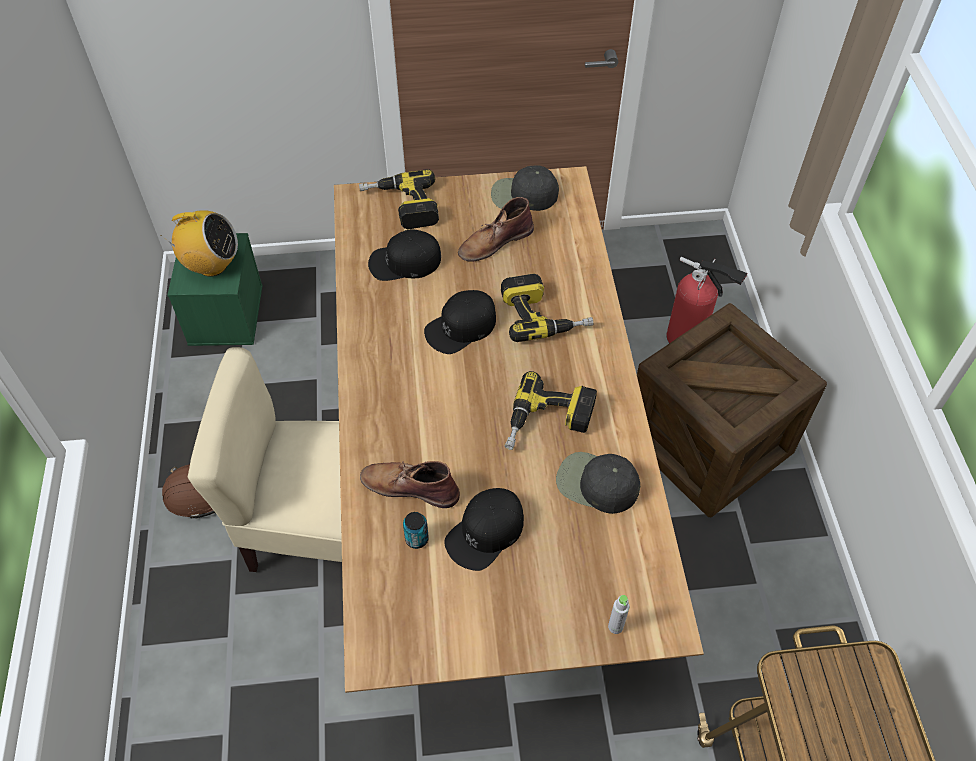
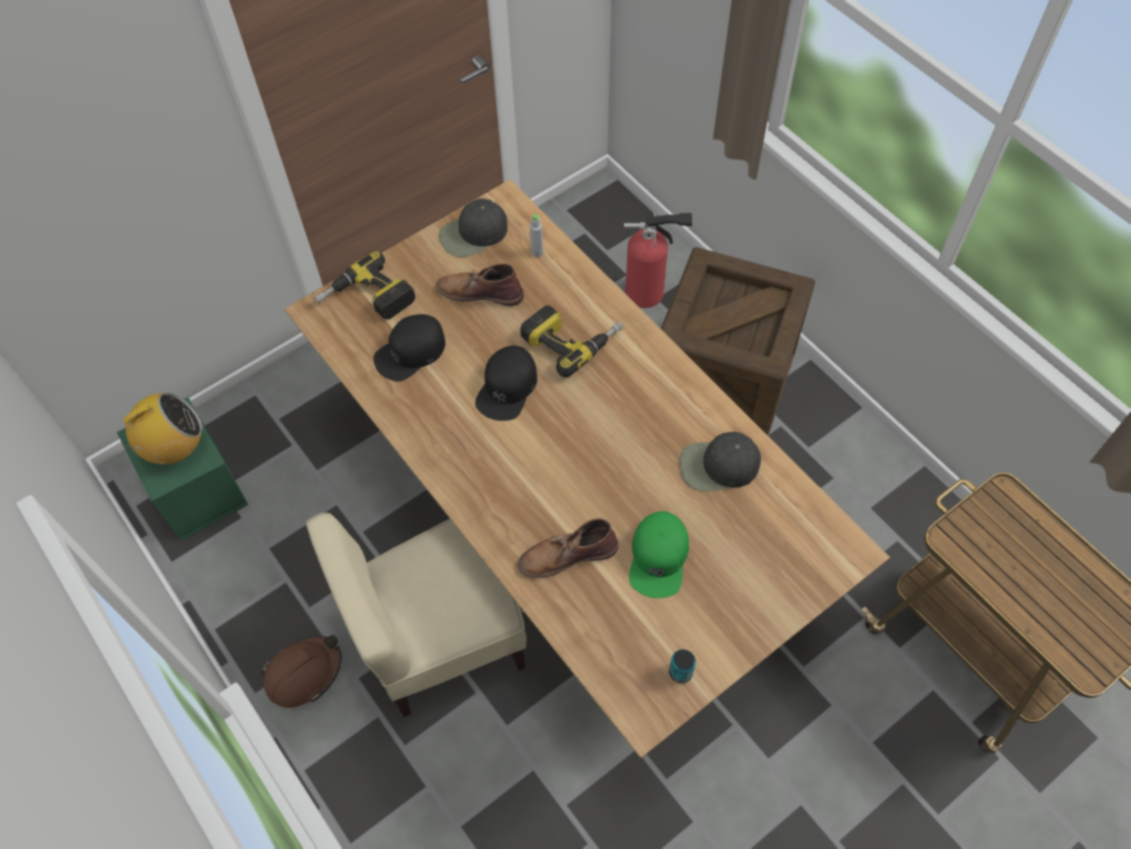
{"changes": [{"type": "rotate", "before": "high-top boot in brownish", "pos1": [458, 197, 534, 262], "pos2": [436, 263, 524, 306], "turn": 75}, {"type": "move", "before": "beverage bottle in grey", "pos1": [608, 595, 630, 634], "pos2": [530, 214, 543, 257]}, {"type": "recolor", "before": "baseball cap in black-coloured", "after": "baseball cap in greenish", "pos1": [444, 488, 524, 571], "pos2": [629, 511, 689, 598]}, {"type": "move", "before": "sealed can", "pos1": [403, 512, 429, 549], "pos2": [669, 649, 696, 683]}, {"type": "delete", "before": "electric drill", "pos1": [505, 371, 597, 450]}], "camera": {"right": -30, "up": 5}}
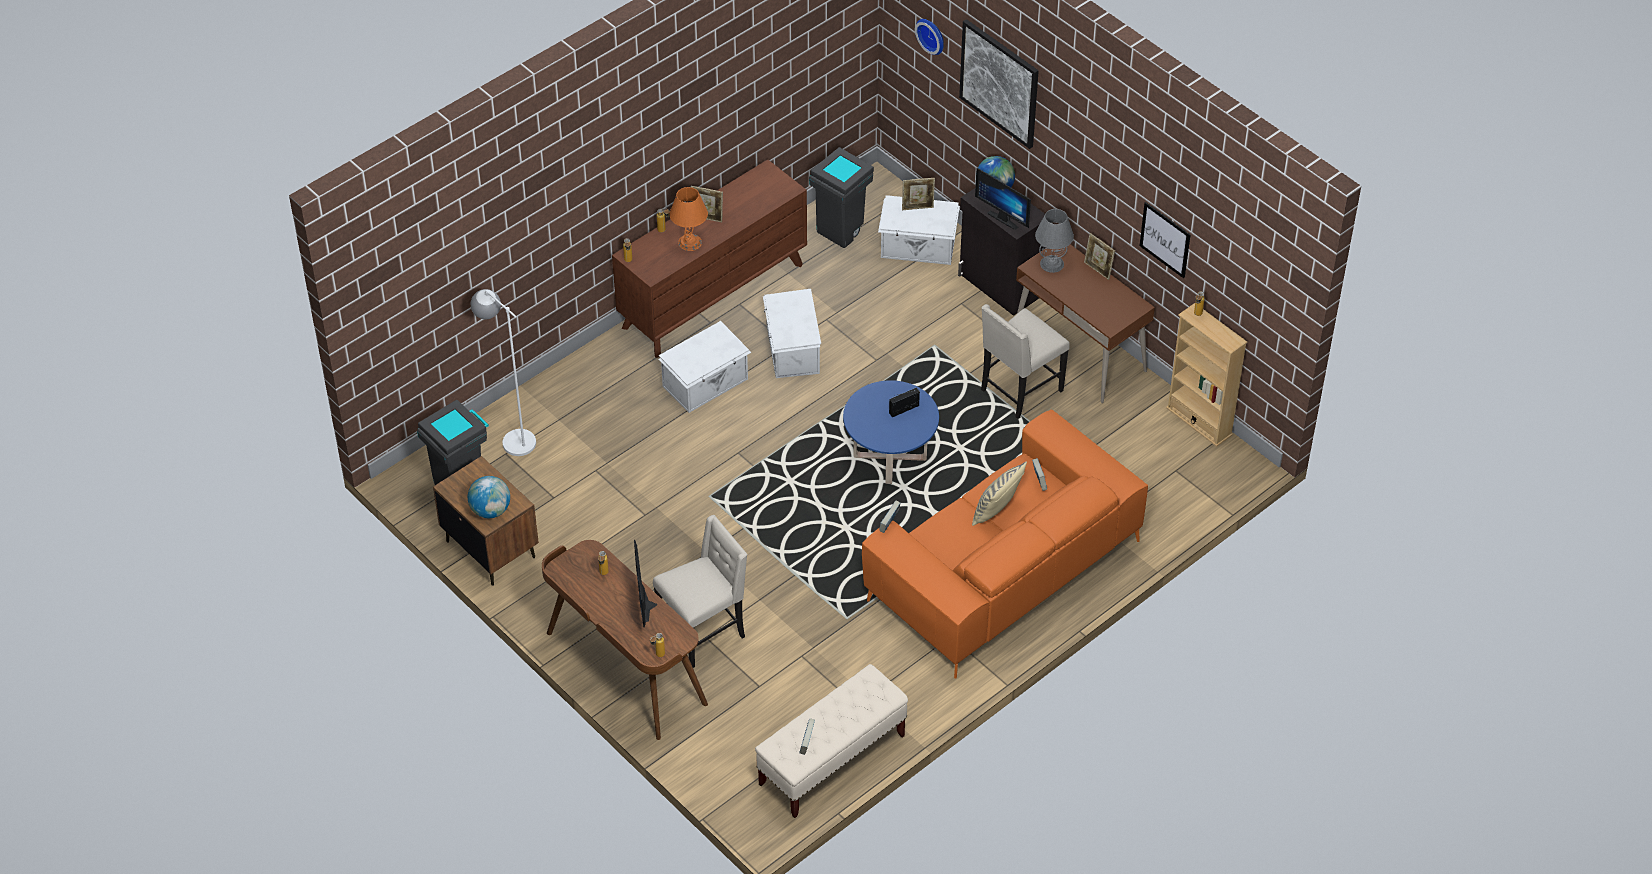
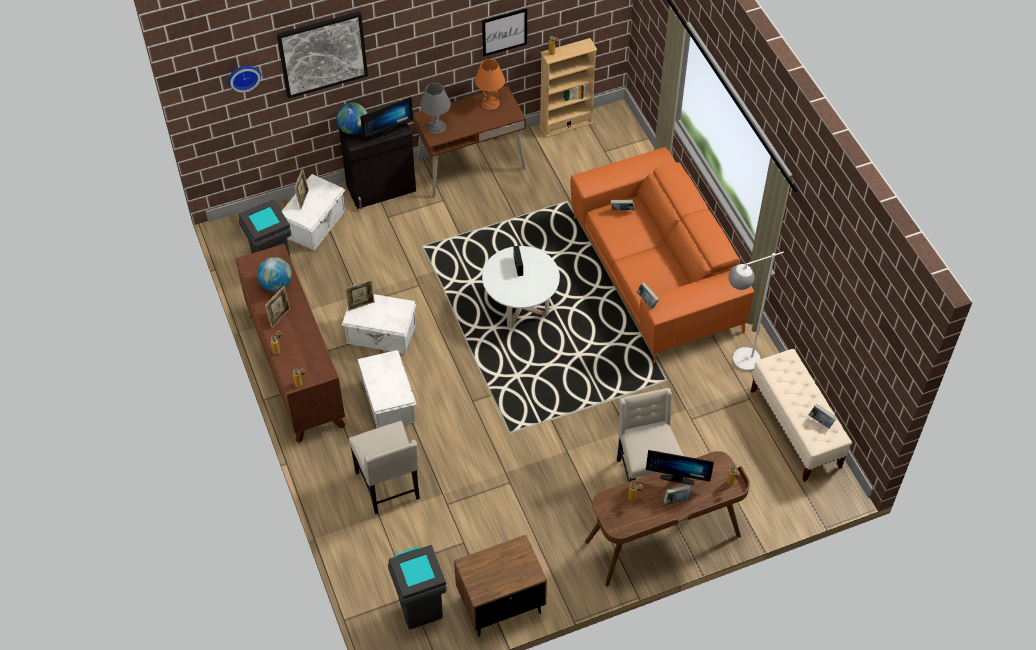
{"changes": [{"type": "move", "before": "desk globe", "pos1": [468, 476, 510, 518], "pos2": [257, 257, 292, 292]}, {"type": "move", "before": "photo frame", "pos1": [1084, 233, 1115, 280], "pos2": [345, 279, 375, 311]}, {"type": "move", "before": "upright chair in sand-coloured", "pos1": [981, 304, 1070, 419], "pos2": [349, 421, 420, 514]}, {"type": "move", "before": "tabletop lamp in orangey", "pos1": [670, 187, 708, 251], "pos2": [475, 59, 505, 110]}, {"type": "recolor", "before": "lounge table in blue", "after": "lounge table in white", "pos1": [843, 380, 939, 484], "pos2": [482, 246, 560, 328]}, {"type": "insert", "after": "volume", "pos2": [664, 485, 692, 505]}, {"type": "move", "before": "floor lamp in white", "pos1": [471, 289, 536, 456], "pos2": [728, 252, 784, 371]}, {"type": "delete", "before": "pillow in sand-coloured", "pos1": [972, 462, 1027, 526]}], "camera": {"right": -70, "up": 5}}
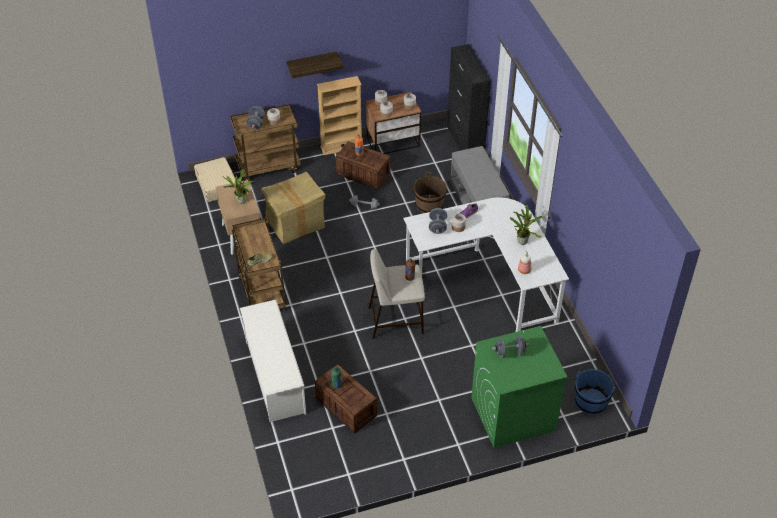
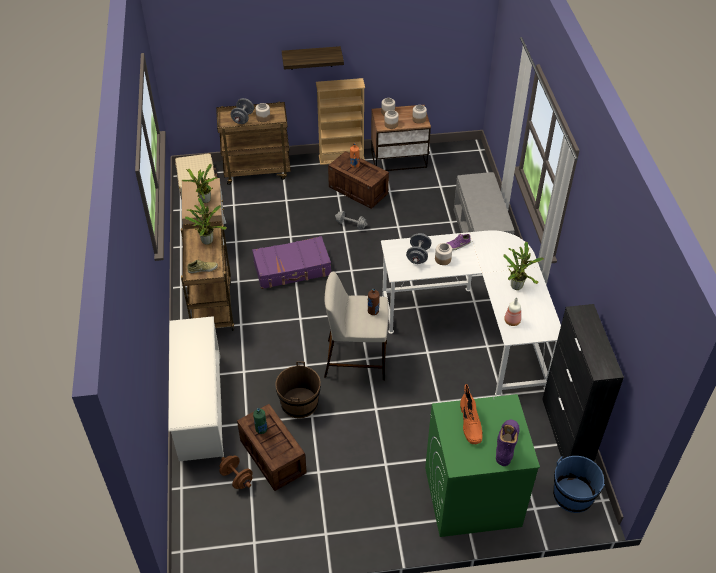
{"changes": [{"type": "insert", "after": "potted plant", "pos2": [185, 197, 227, 245]}, {"type": "insert", "after": "free weight in brownish", "pos2": [219, 456, 253, 489]}, {"type": "insert", "after": "travel case in purple-coloured", "pos2": [252, 236, 331, 289]}, {"type": "move", "before": "bucket in brownish", "pos1": [414, 172, 447, 213], "pos2": [275, 361, 321, 418]}, {"type": "replace", "before": "free weight in grey", "after": "high-top boot in orangey", "pos1": [492, 335, 529, 358], "pos2": [460, 384, 483, 444]}, {"type": "insert", "after": "high-top boot in purple-coloured", "pos2": [496, 419, 520, 466]}, {"type": "move", "before": "cupboard in black-coloured", "pos1": [447, 44, 491, 151], "pos2": [542, 304, 624, 462]}, {"type": "delete", "before": "cardboard box", "pos1": [262, 172, 326, 244]}], "camera": {"right": 10, "up": 0}}
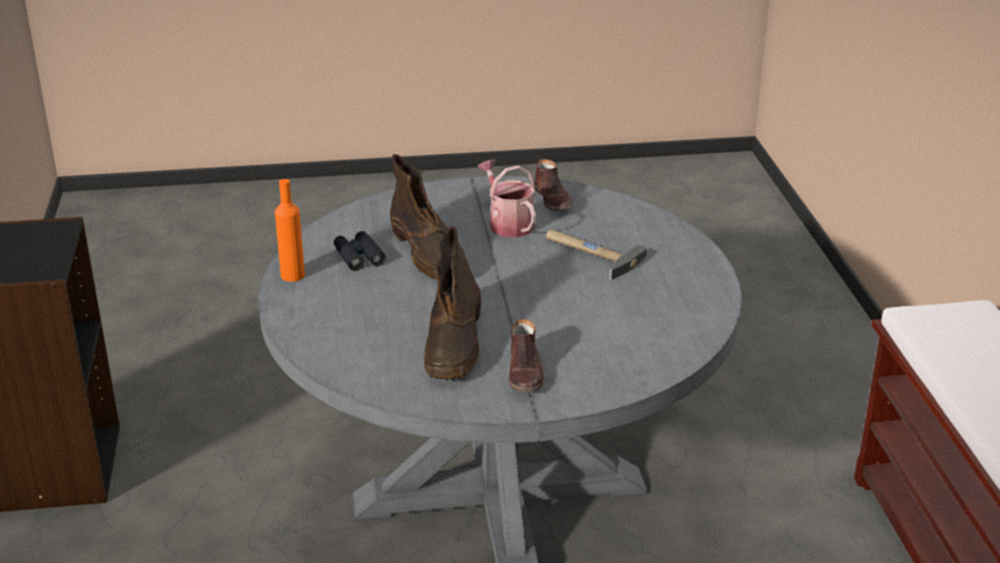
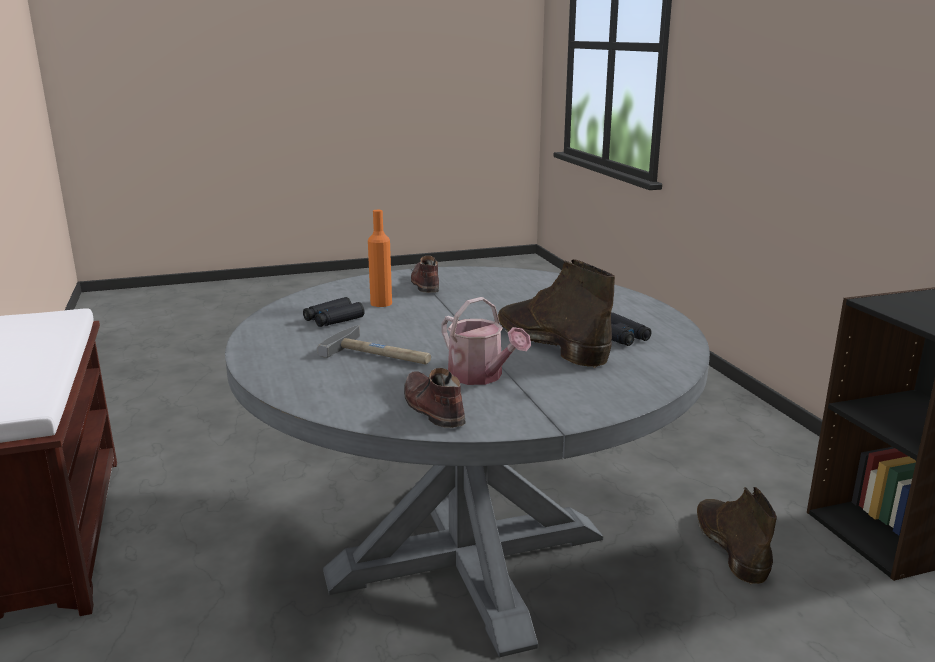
{"changes": [{"type": "insert", "after": "pair of binoculars in black-coloured", "pos2": [303, 297, 365, 327]}, {"type": "move", "before": "beverage bottle in orangey", "pos1": [275, 179, 305, 282], "pos2": [368, 210, 392, 307]}, {"type": "move", "before": "high-top boot in brownish", "pos1": [424, 226, 481, 380], "pos2": [697, 487, 777, 584]}], "camera": {"right": 170, "up": -10}}
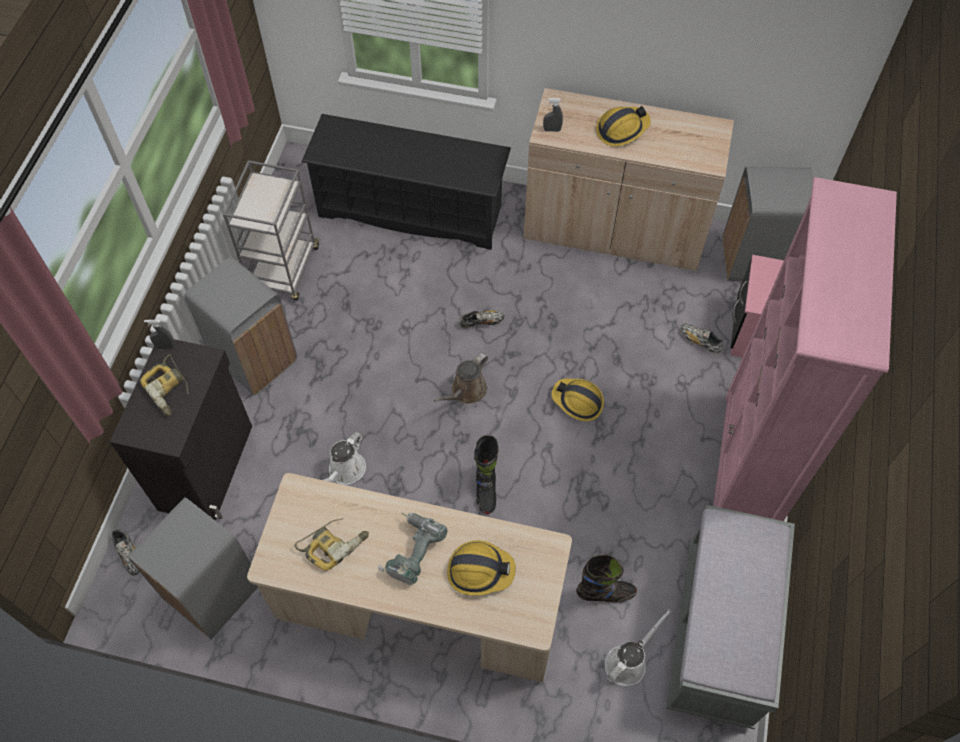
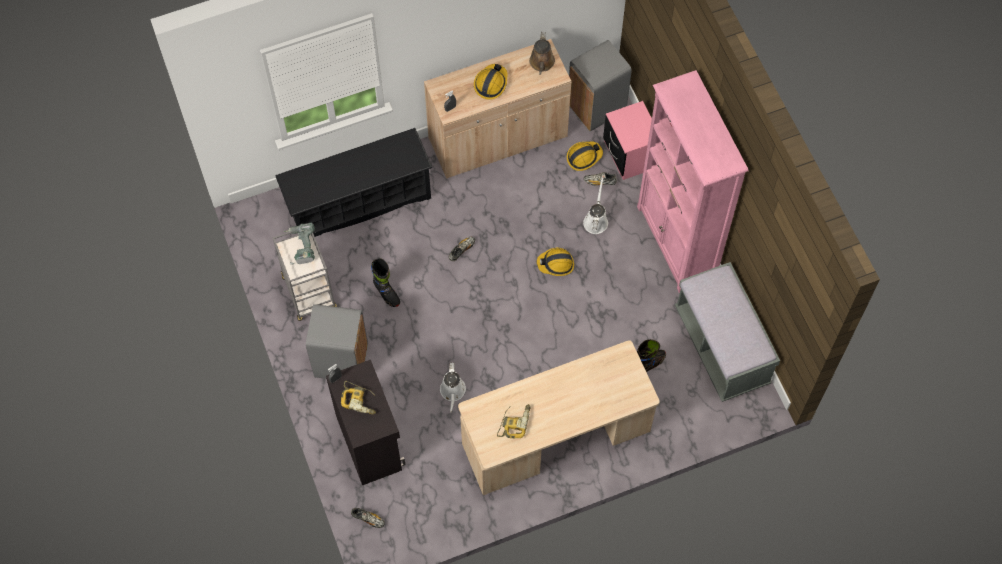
{"changes": [{"type": "move", "before": "electric drill", "pos1": [379, 512, 447, 585], "pos2": [283, 223, 315, 265]}, {"type": "move", "before": "high-top boot in black-coloured", "pos1": [474, 435, 498, 514], "pos2": [371, 258, 400, 307]}, {"type": "move", "before": "sprinkling can in brownish", "pos1": [434, 353, 488, 404], "pos2": [529, 32, 555, 75]}, {"type": "move", "before": "safety helmet", "pos1": [447, 540, 516, 596], "pos2": [567, 141, 603, 171]}, {"type": "move", "before": "sprinkling can in white", "pos1": [605, 609, 671, 686], "pos2": [583, 177, 608, 234]}, {"type": "delete", "before": "waste bin in grey", "pos1": [127, 497, 258, 640]}], "camera": {"right": -35, "up": 5}}
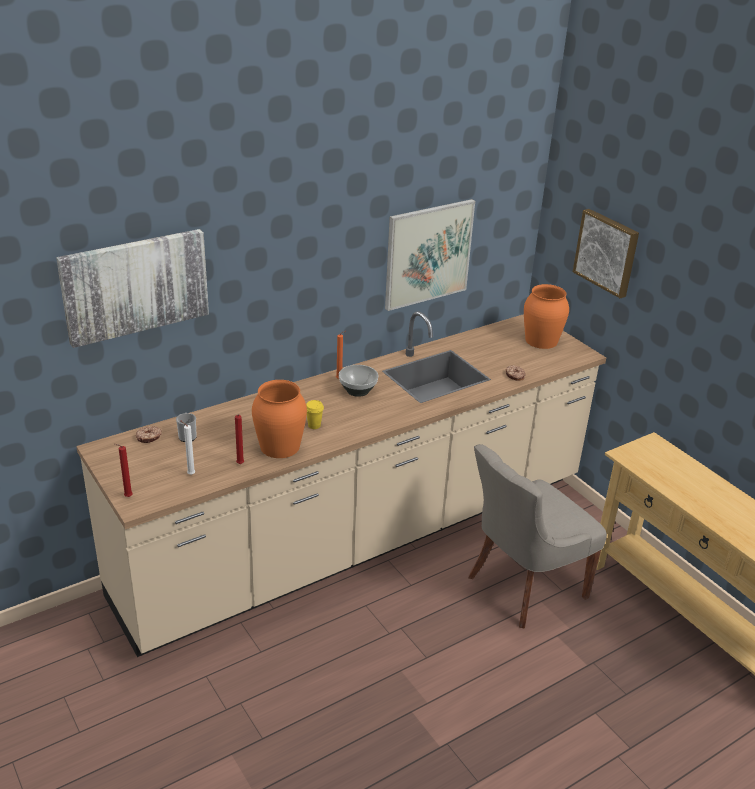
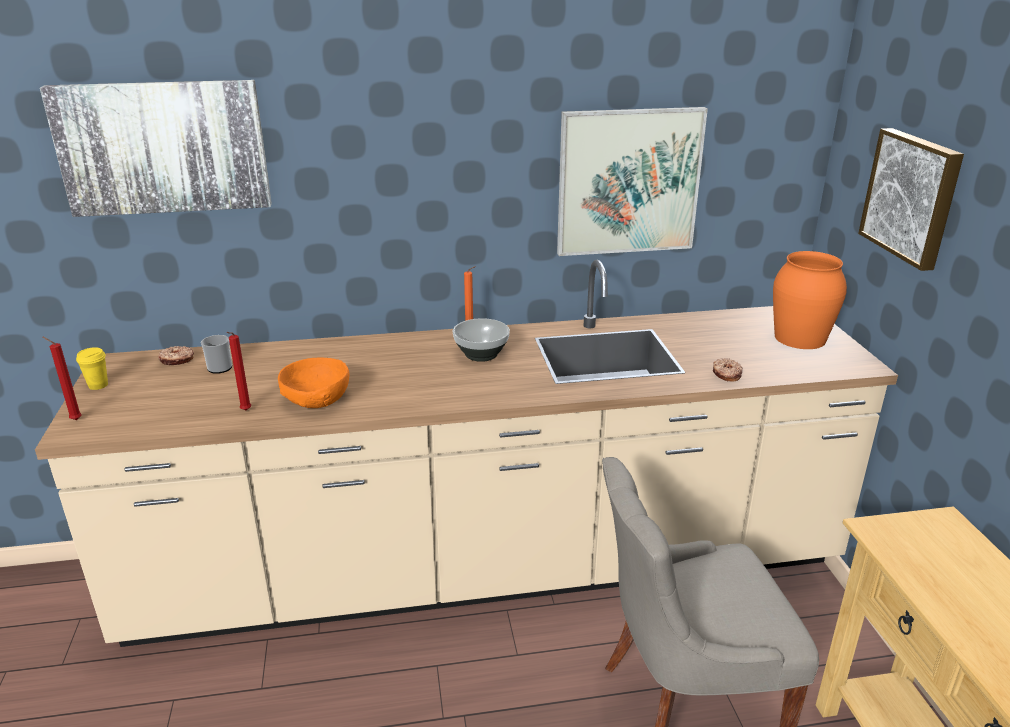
{"changes": [{"type": "move", "before": "small cup in yellow-coloured", "pos1": [306, 400, 324, 429], "pos2": [76, 347, 108, 390]}, {"type": "replace", "before": "decorative vase in orangey", "after": "serving bowl in orangey", "pos1": [252, 380, 307, 458], "pos2": [278, 358, 349, 408]}, {"type": "delete", "before": "wax light in white", "pos1": [180, 420, 195, 475]}], "camera": {"right": 25, "up": -5}}
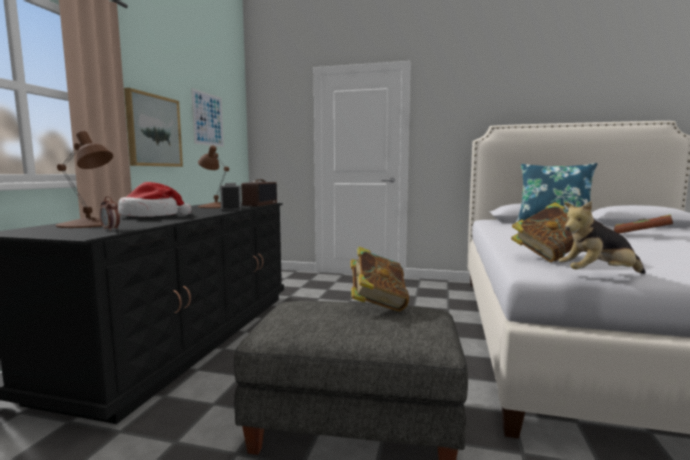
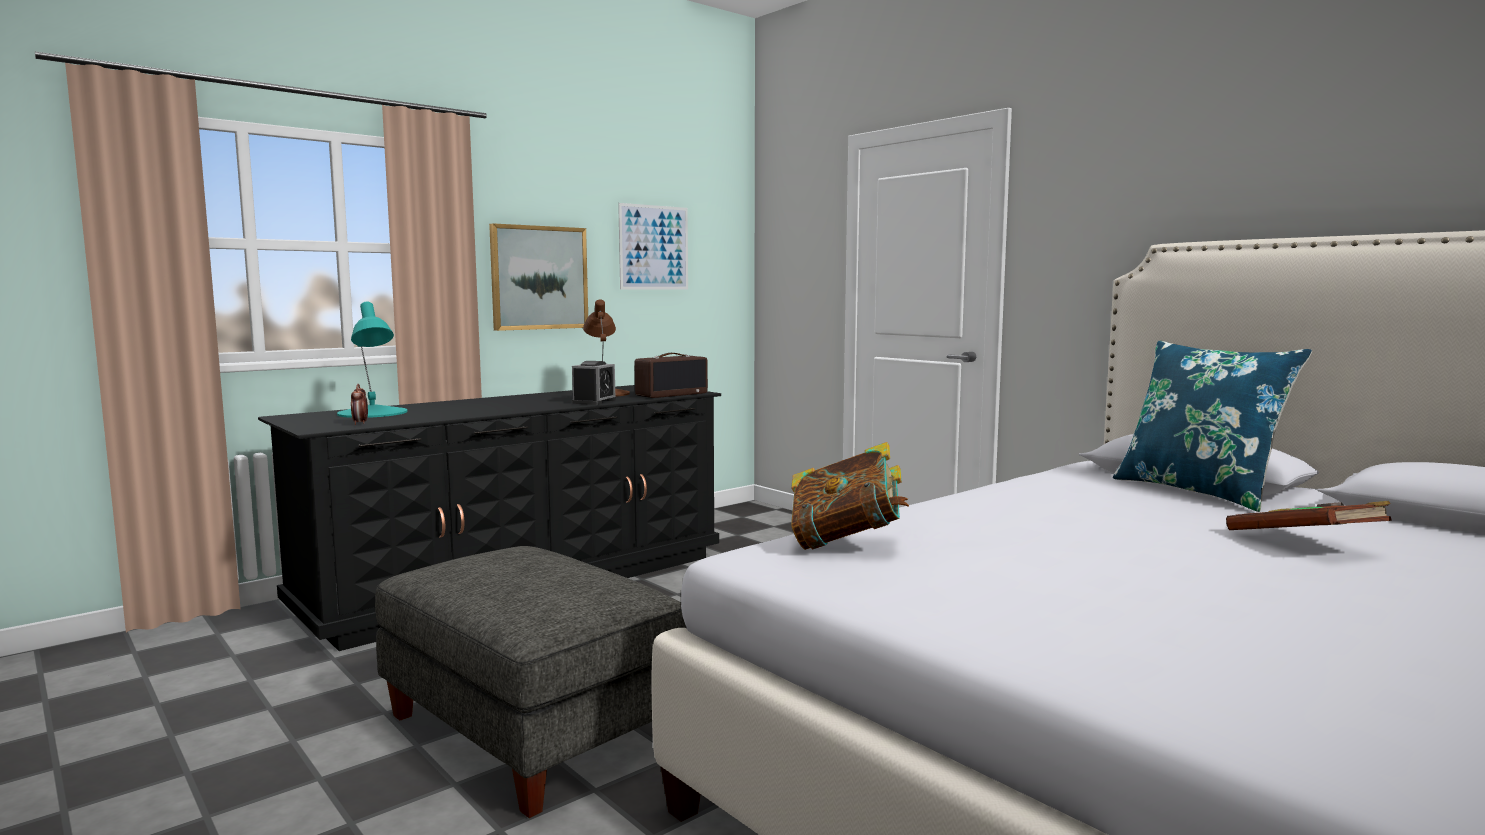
{"changes": [{"type": "recolor", "before": "tabletop lamp in brownish", "after": "tabletop lamp in turquoise", "pos1": [56, 131, 113, 228], "pos2": [337, 302, 407, 418]}, {"type": "delete", "before": "clothing hat", "pos1": [118, 182, 192, 217]}, {"type": "delete", "before": "volume", "pos1": [351, 247, 409, 311]}, {"type": "delete", "before": "soft toy", "pos1": [558, 201, 645, 274]}], "camera": {"right": 35, "up": 0}}
